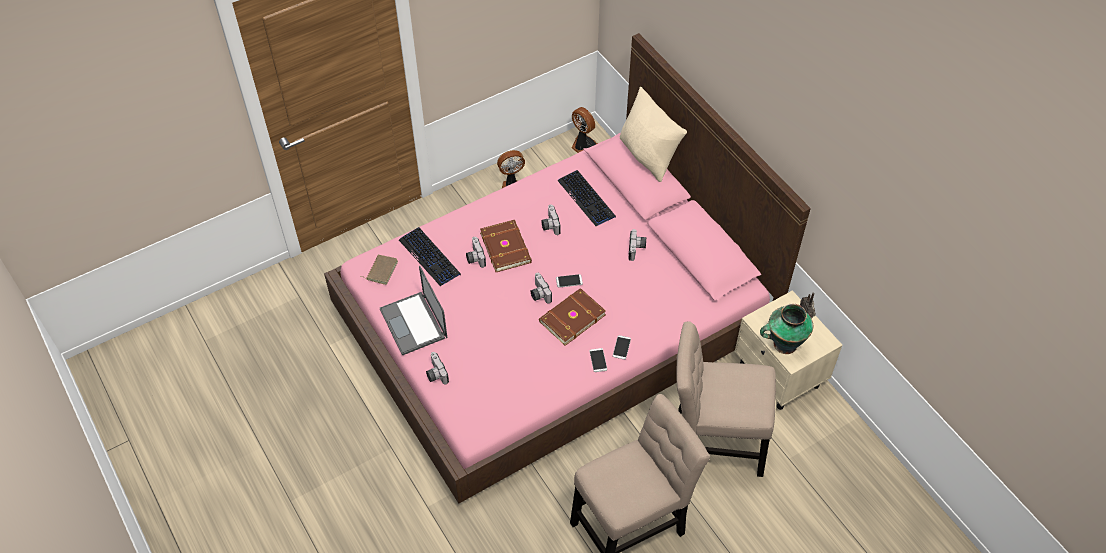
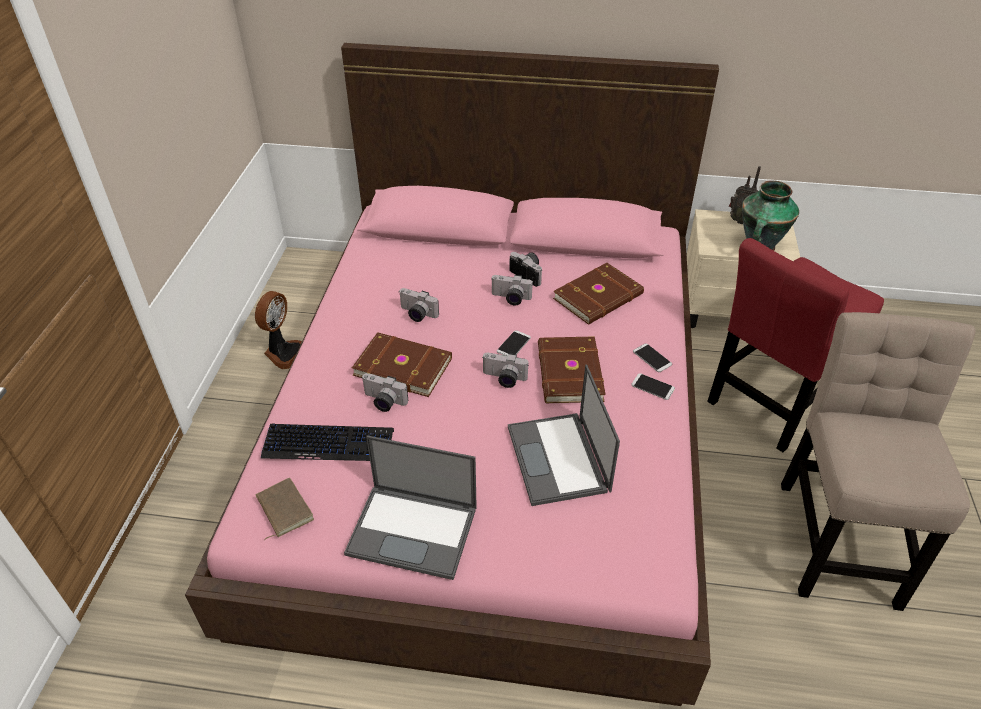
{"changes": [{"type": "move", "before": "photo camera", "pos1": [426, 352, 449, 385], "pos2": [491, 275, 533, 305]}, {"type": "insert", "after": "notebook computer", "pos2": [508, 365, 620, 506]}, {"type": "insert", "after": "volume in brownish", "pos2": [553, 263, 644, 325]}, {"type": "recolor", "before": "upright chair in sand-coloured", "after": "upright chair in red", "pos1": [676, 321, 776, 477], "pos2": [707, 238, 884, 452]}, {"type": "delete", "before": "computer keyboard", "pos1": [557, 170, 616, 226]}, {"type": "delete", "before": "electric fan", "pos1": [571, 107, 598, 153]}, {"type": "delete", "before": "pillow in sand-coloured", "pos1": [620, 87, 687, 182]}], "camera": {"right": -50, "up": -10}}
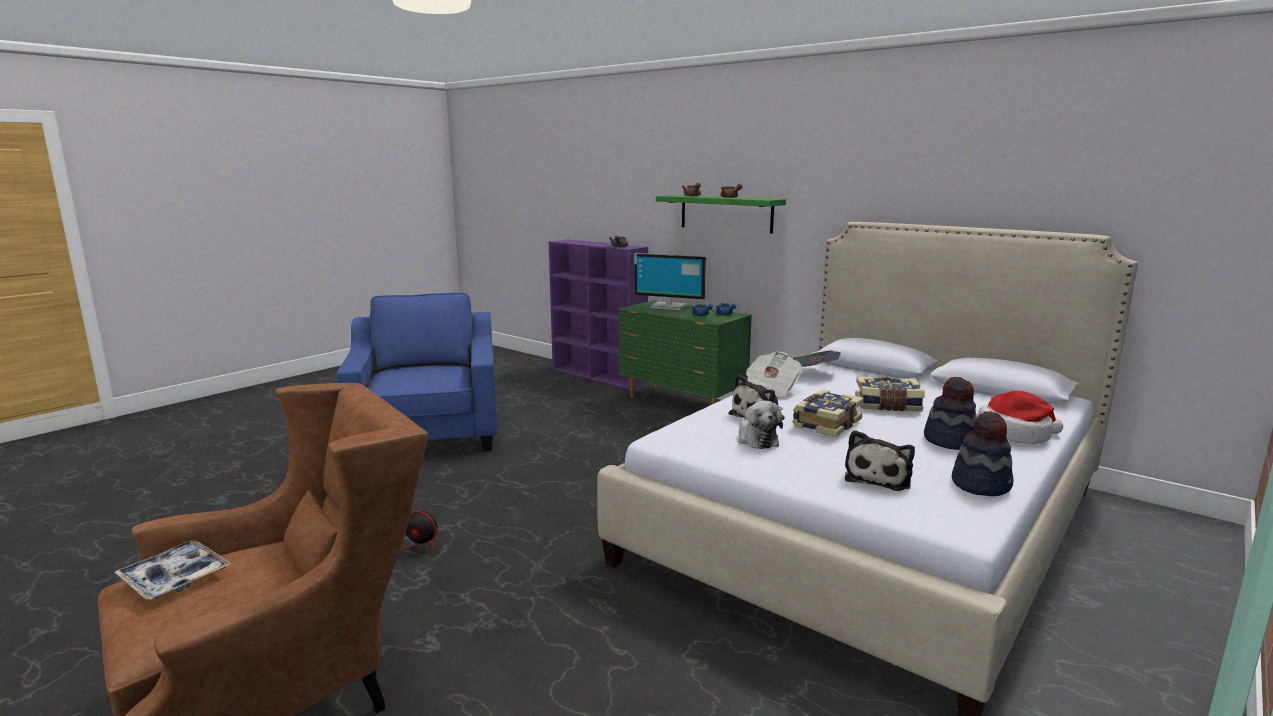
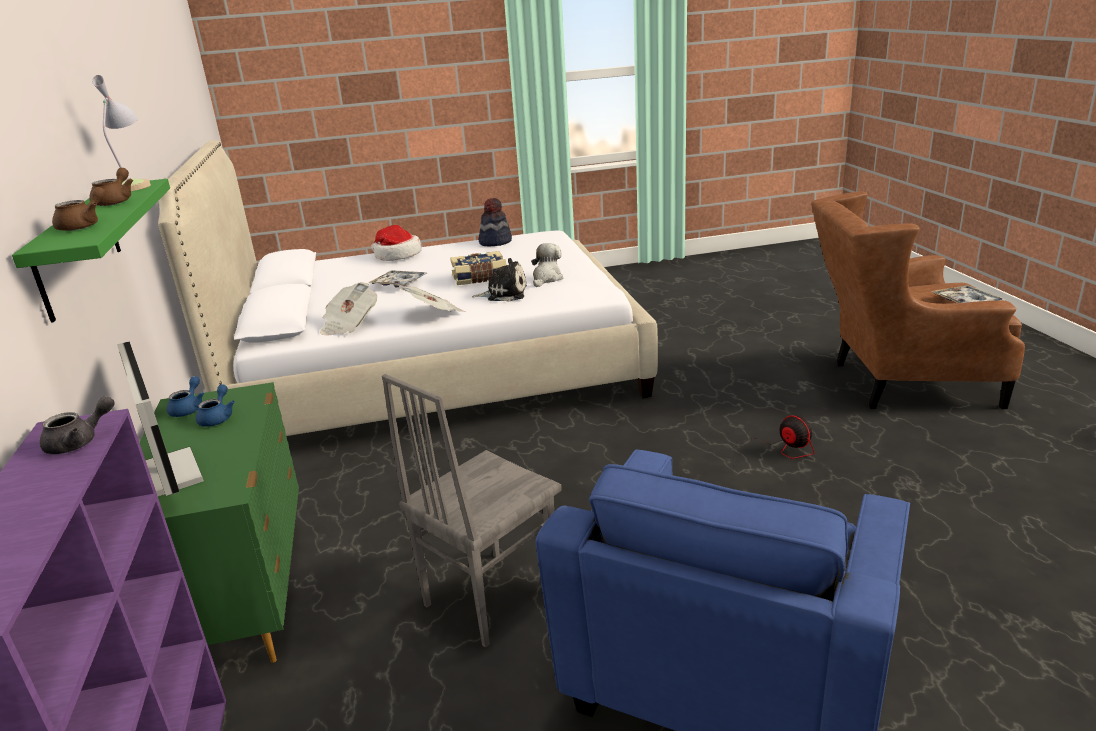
{"changes": [{"type": "insert", "after": "tabletop lamp", "pos2": [92, 75, 151, 191]}, {"type": "replace", "before": "volume", "after": "tray", "pos1": [855, 376, 925, 412], "pos2": [368, 270, 427, 288]}, {"type": "insert", "after": "upright chair in grey", "pos2": [382, 374, 562, 648]}, {"type": "delete", "before": "soft toy", "pos1": [845, 430, 915, 491]}, {"type": "delete", "before": "clothing hat", "pos1": [924, 376, 977, 450]}], "camera": {"right": -140, "up": 10}}
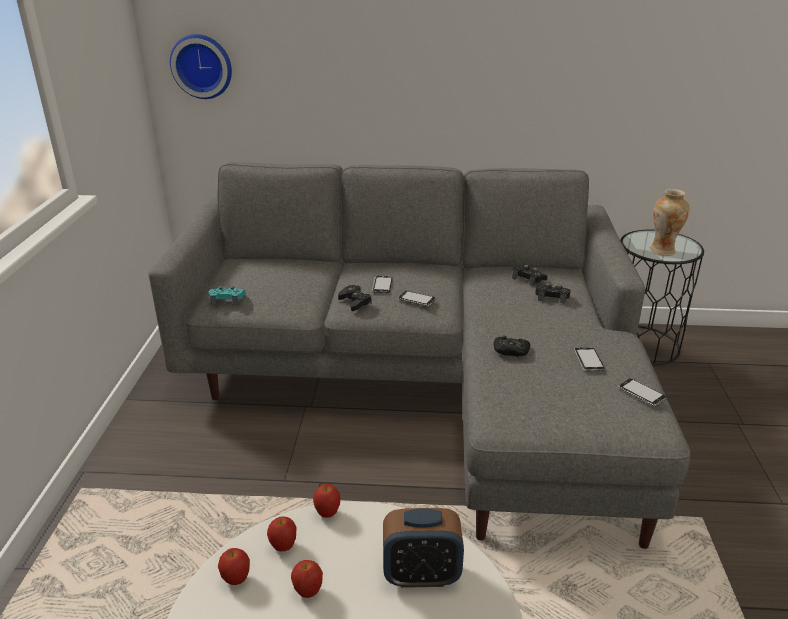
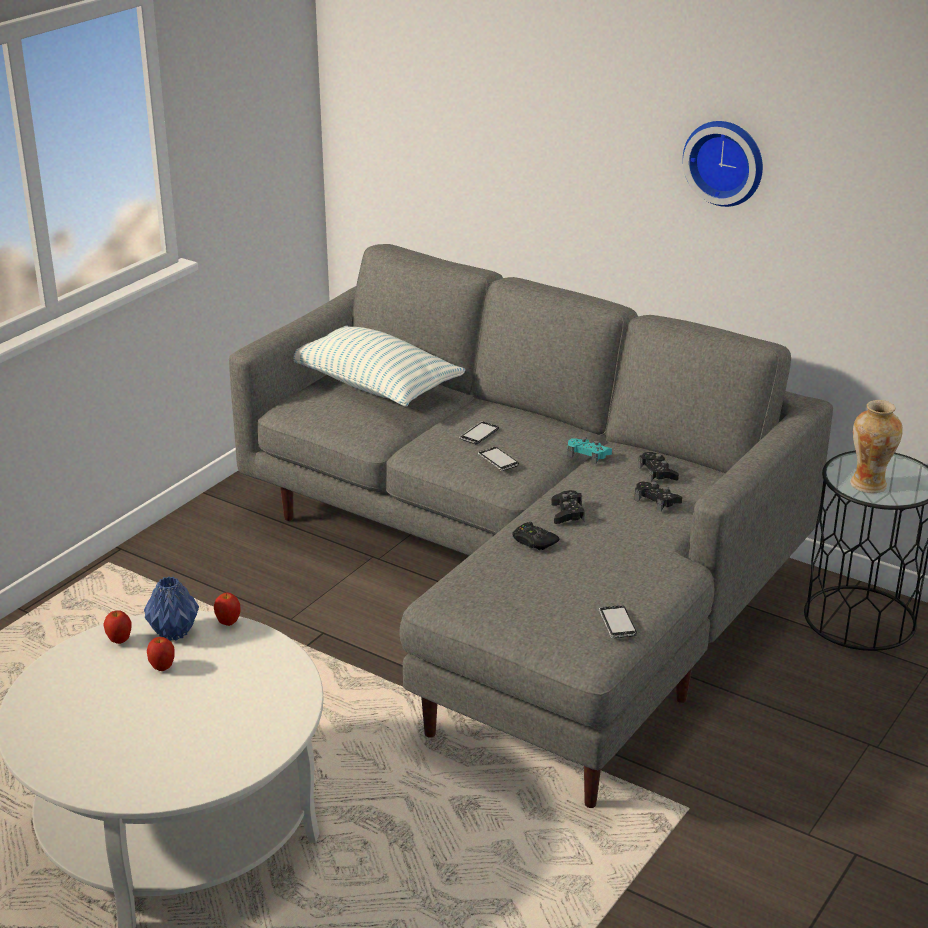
{"changes": [{"type": "replace", "before": "apple", "after": "decorative vase in blue", "pos1": [267, 516, 297, 551], "pos2": [144, 577, 199, 641]}, {"type": "insert", "after": "pillow", "pos2": [293, 326, 466, 407]}, {"type": "move", "before": "gamepad in black-coloured", "pos1": [338, 285, 372, 311], "pos2": [551, 490, 585, 524]}, {"type": "move", "before": "gamepad in turquoise", "pos1": [209, 286, 246, 305], "pos2": [568, 437, 612, 464]}, {"type": "move", "before": "wall clock", "pos1": [170, 34, 232, 99], "pos2": [683, 121, 763, 207]}, {"type": "delete", "before": "alarm clock", "pos1": [383, 508, 464, 588]}, {"type": "delete", "before": "phone", "pos1": [574, 347, 605, 371]}], "camera": {"right": 30, "up": 0}}
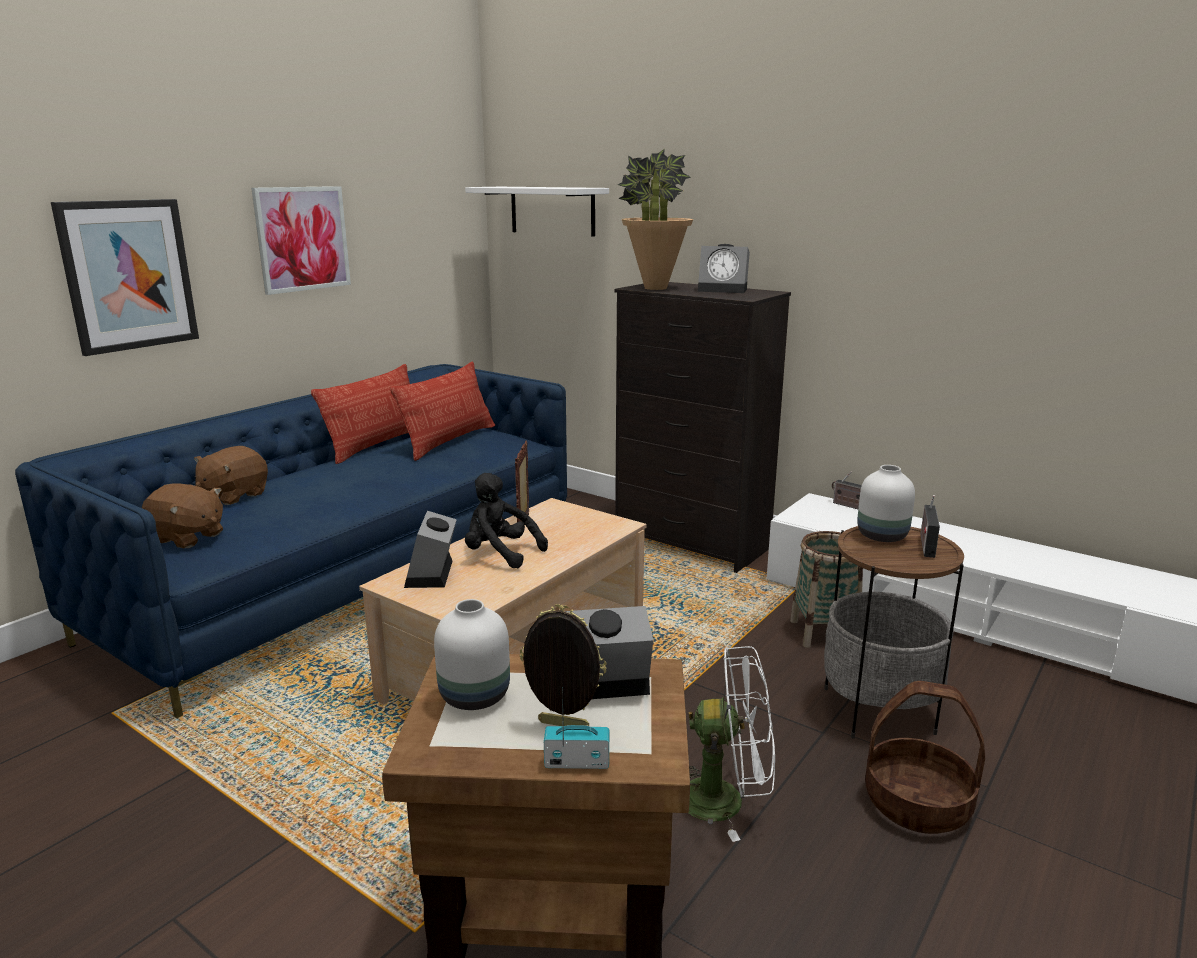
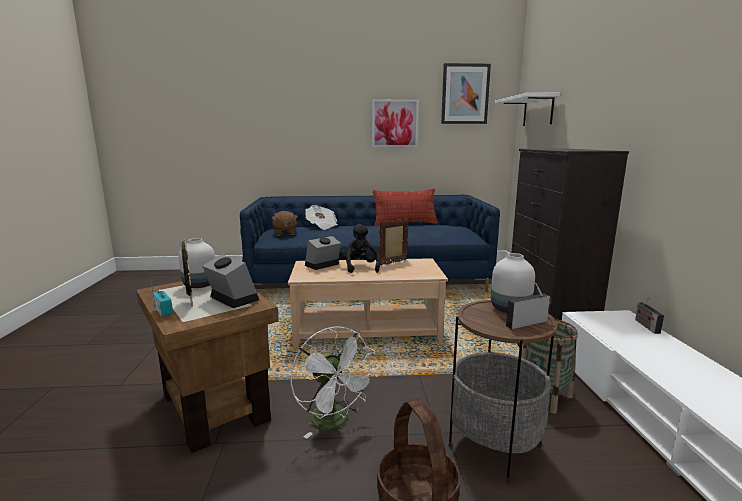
{"changes": [{"type": "replace", "before": "soft toy in brownish", "after": "newspaper", "pos1": [194, 446, 268, 505], "pos2": [305, 205, 338, 230]}, {"type": "move", "before": "picture", "pos1": [51, 199, 199, 356], "pos2": [441, 63, 491, 124]}, {"type": "delete", "before": "pillow", "pos1": [390, 361, 495, 461]}, {"type": "delete", "before": "potted plant", "pos1": [618, 149, 693, 290]}, {"type": "delete", "before": "alarm clock", "pos1": [698, 244, 750, 293]}], "camera": {"right": 50, "up": -5}}
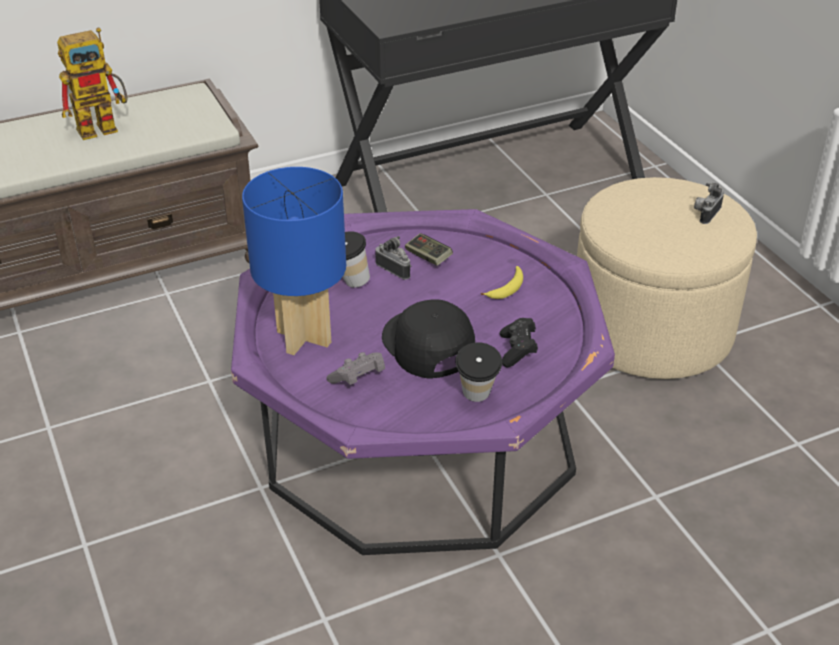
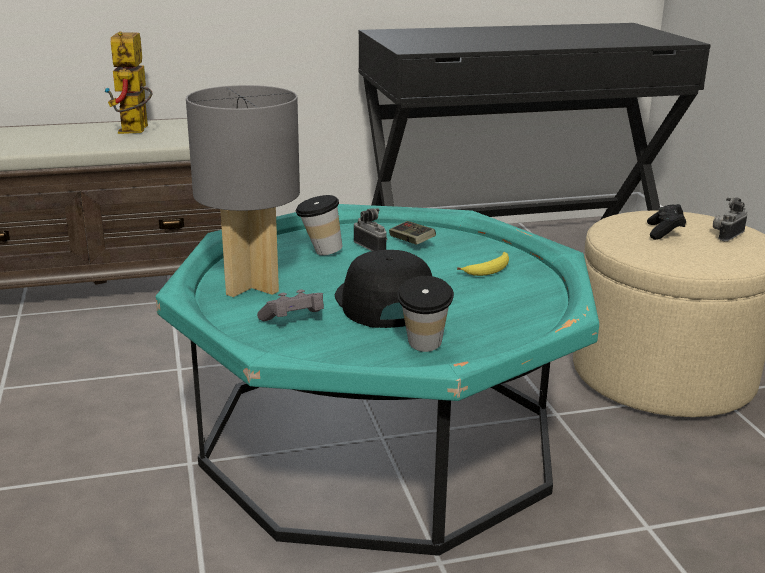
{"changes": [{"type": "rotate", "before": "robot figure", "pos1": [57, 27, 128, 140], "pos2": [104, 31, 152, 134], "turn": 105}, {"type": "recolor", "before": "lounge table in purple-coloured", "after": "lounge table in turquoise", "pos1": [231, 209, 615, 555], "pos2": [156, 204, 599, 556]}, {"type": "recolor", "before": "tabletop lamp in blue", "after": "tabletop lamp in grey", "pos1": [242, 167, 346, 355], "pos2": [186, 85, 300, 297]}, {"type": "move", "before": "gamepad in black-coloured", "pos1": [500, 318, 538, 367], "pos2": [647, 204, 686, 240]}], "camera": {"right": 10, "up": -15}}
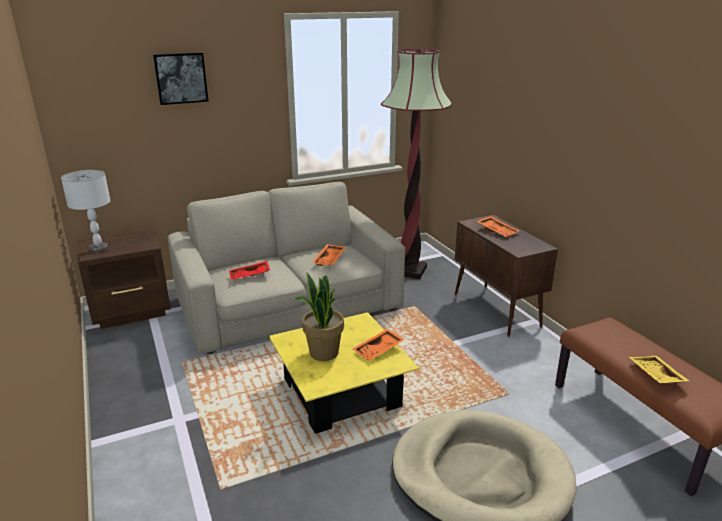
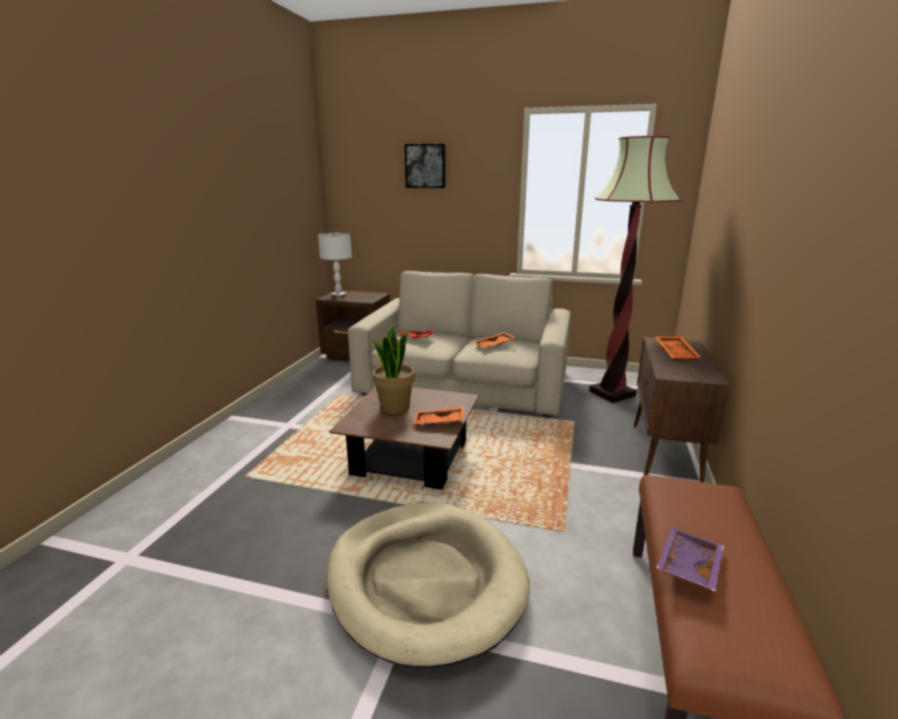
{"changes": [{"type": "recolor", "before": "lounge table in yellow-coloured", "after": "lounge table in brownish", "pos1": [269, 312, 419, 434], "pos2": [329, 386, 479, 490]}, {"type": "recolor", "before": "tray in yellow-coloured", "after": "tray in purple-coloured", "pos1": [629, 356, 689, 384], "pos2": [656, 527, 724, 592]}], "camera": {"right": 40, "up": -5}}
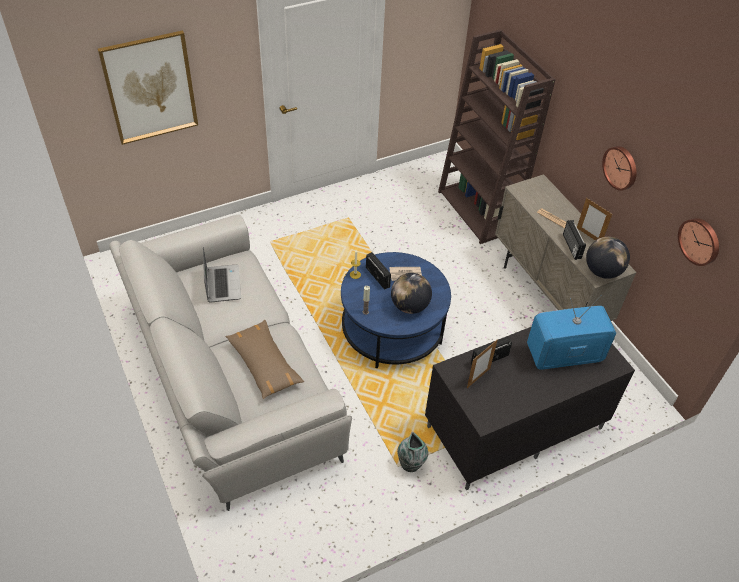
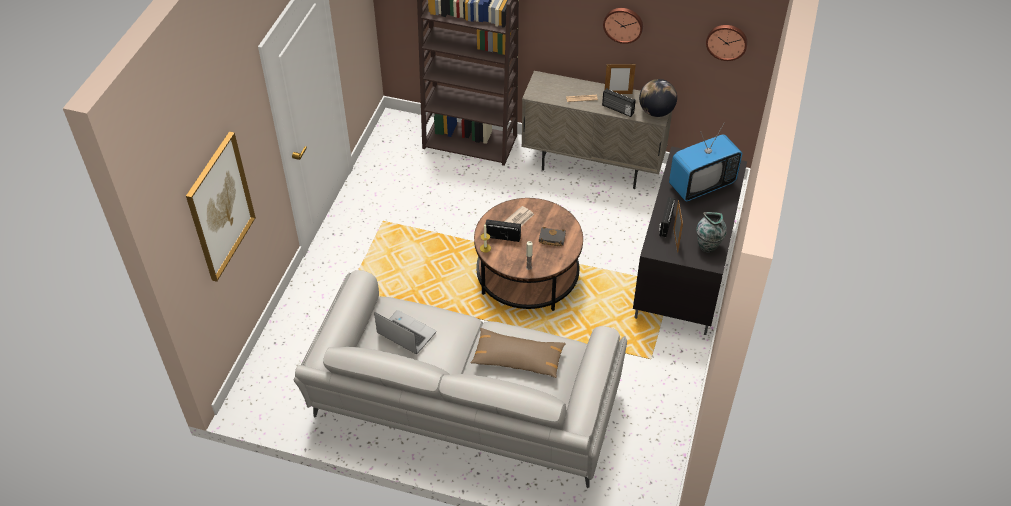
{"changes": [{"type": "recolor", "before": "lounge table in blue", "after": "lounge table in brownish", "pos1": [341, 252, 451, 369], "pos2": [474, 198, 583, 311]}, {"type": "replace", "before": "desk globe", "after": "volume in black-coloured", "pos1": [391, 273, 432, 314], "pos2": [539, 227, 566, 246]}, {"type": "rotate", "before": "TV set", "pos1": [527, 295, 616, 370], "pos2": [669, 124, 743, 201], "turn": -150}, {"type": "move", "before": "decorative vase", "pos1": [397, 432, 428, 472], "pos2": [696, 212, 727, 252]}], "camera": {"right": -45, "up": 0}}
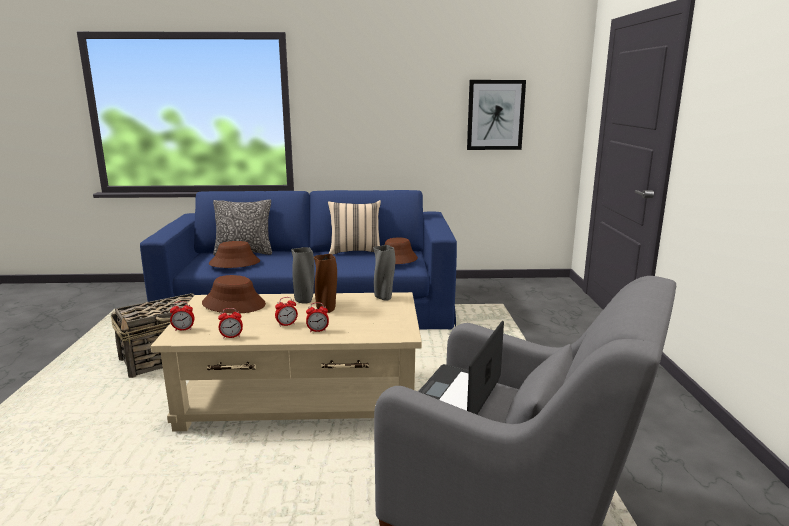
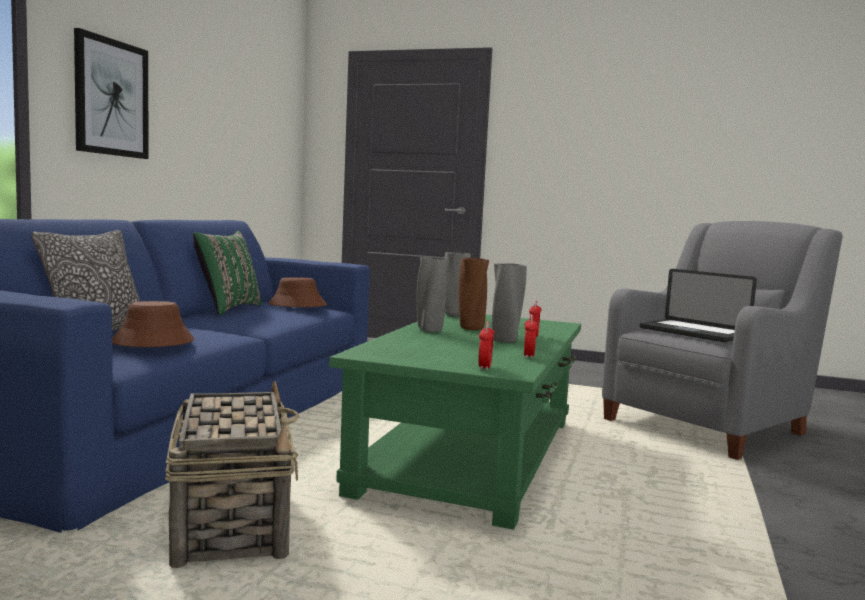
{"changes": [{"type": "move", "before": "picture", "pos1": [467, 80, 526, 150], "pos2": [74, 28, 149, 159]}, {"type": "recolor", "before": "pillow in sand-coloured", "after": "pillow in greenish", "pos1": [328, 200, 381, 255], "pos2": [193, 231, 262, 315]}, {"type": "recolor", "before": "lounge table in sand-coloured", "after": "lounge table in greenish", "pos1": [151, 292, 422, 431], "pos2": [329, 313, 581, 530]}, {"type": "replace", "before": "alarm clock", "after": "decorative vase in grey", "pos1": [275, 297, 298, 327], "pos2": [491, 263, 527, 343]}, {"type": "delete", "before": "clothing hat in brownish", "pos1": [202, 275, 266, 314]}], "camera": {"right": -70, "up": -10}}
